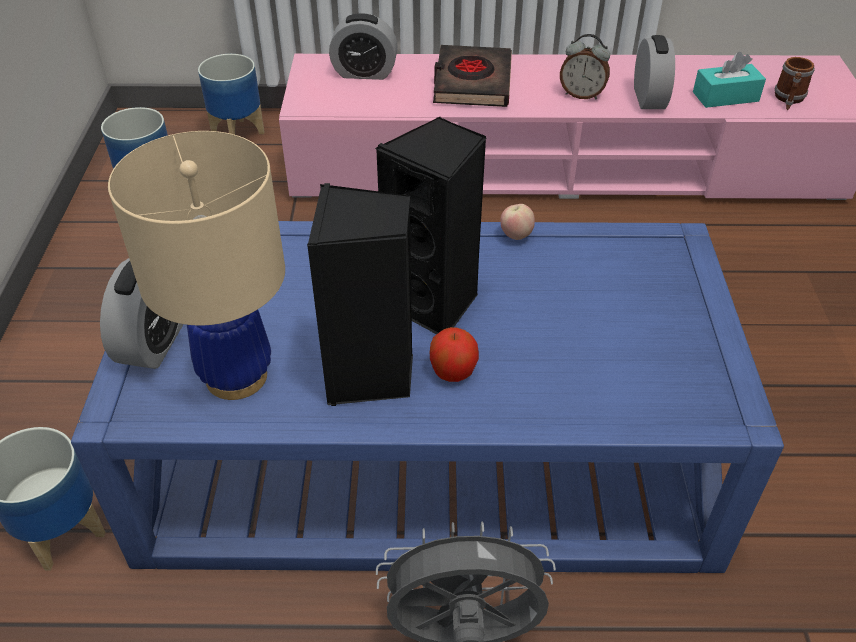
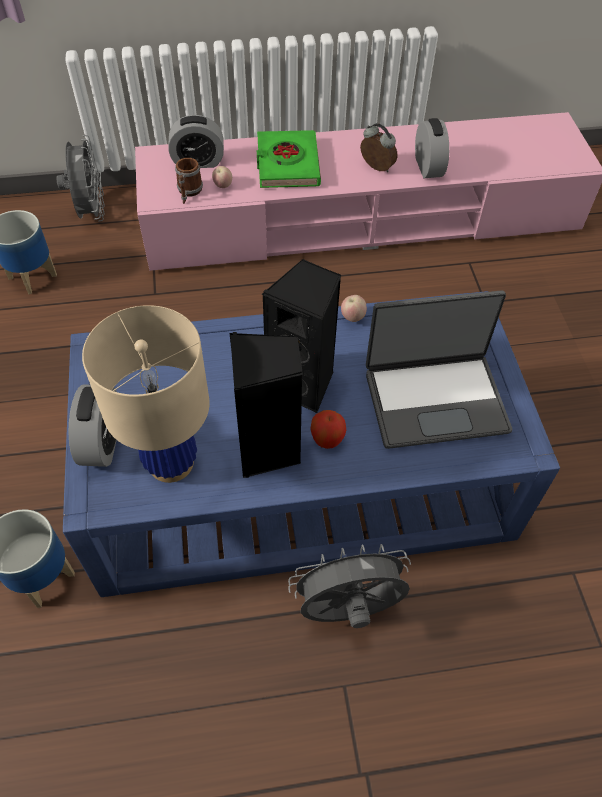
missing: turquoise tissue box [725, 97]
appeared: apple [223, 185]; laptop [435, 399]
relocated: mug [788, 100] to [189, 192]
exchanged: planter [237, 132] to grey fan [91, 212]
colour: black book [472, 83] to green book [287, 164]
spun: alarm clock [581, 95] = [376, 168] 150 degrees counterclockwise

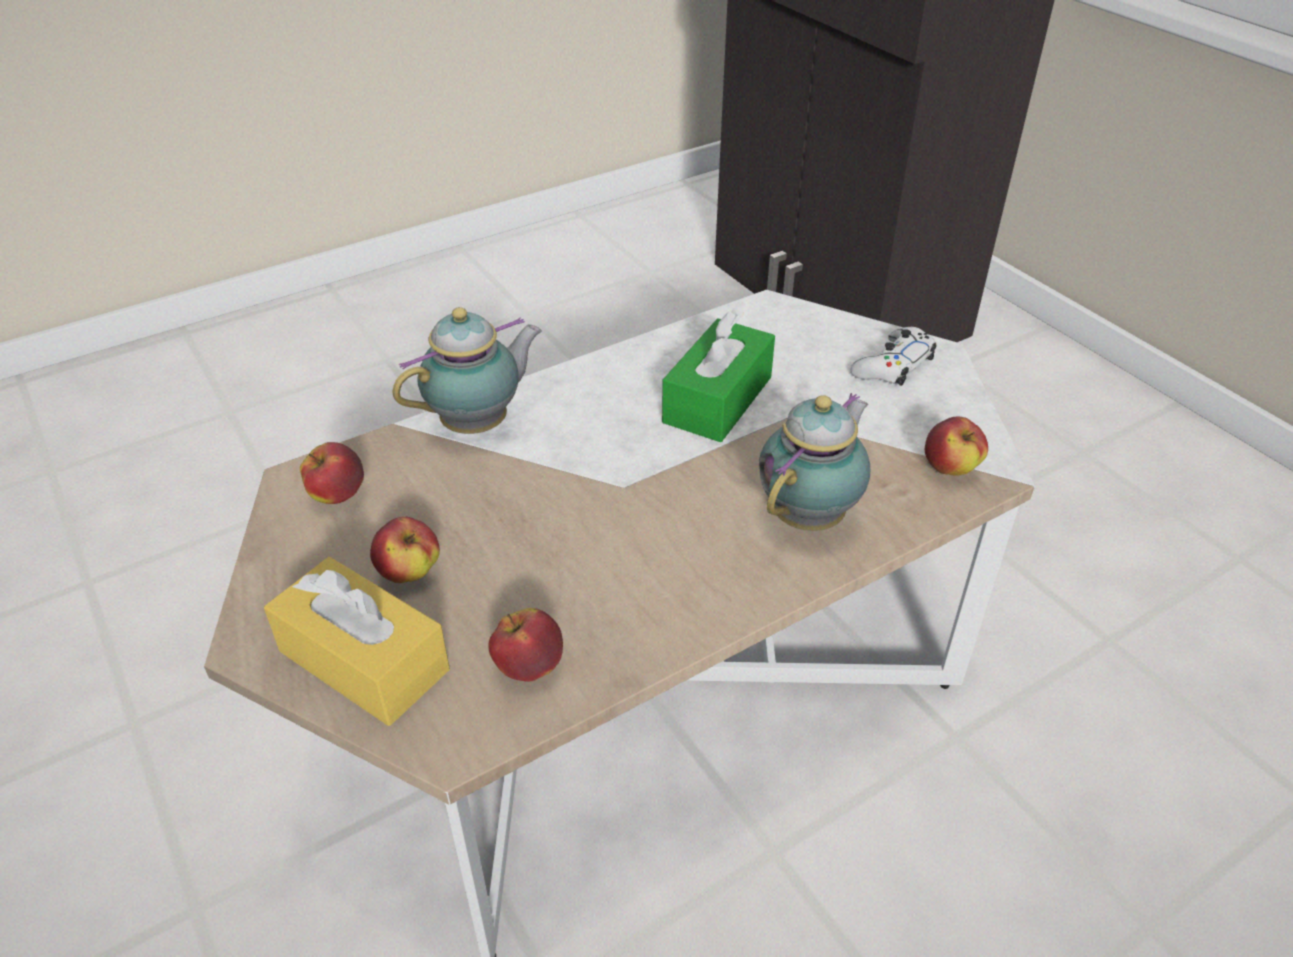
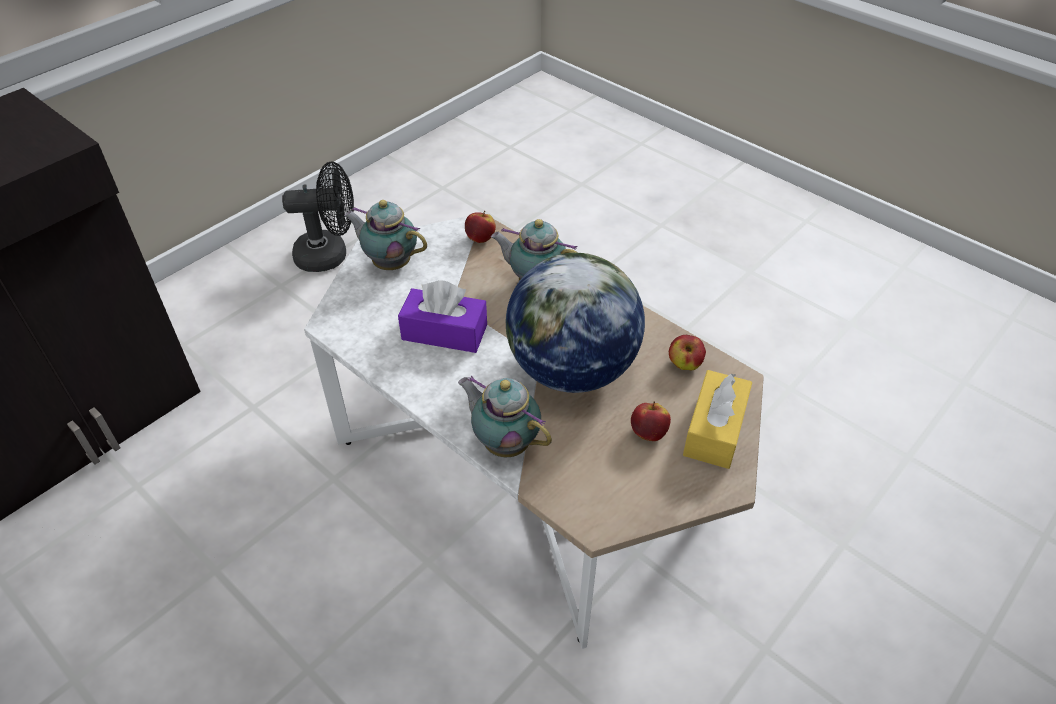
missing: apple [337, 495]
appeared: black fan [330, 255]; globe [571, 370]
exchanged: white game controller [893, 366] to teapot [390, 263]
colour: green tissue box [717, 400] to purple tissue box [444, 332]

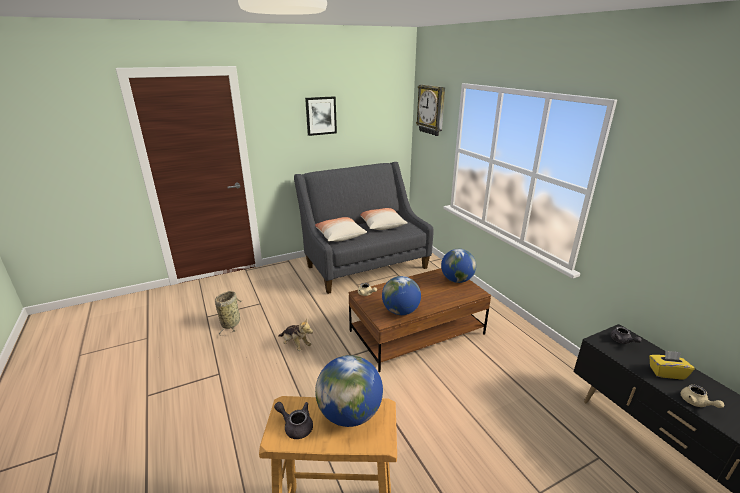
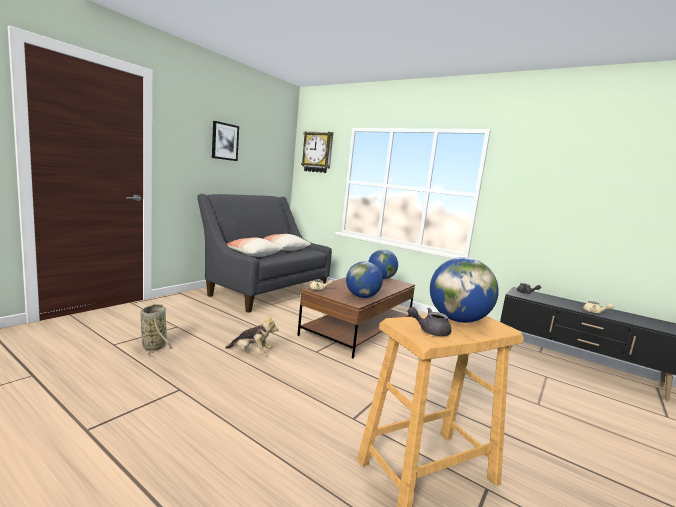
missing: yellow tissue box [666, 372]

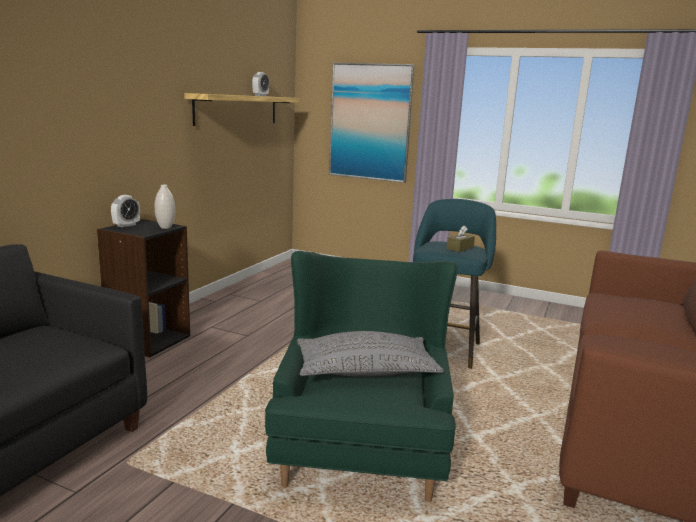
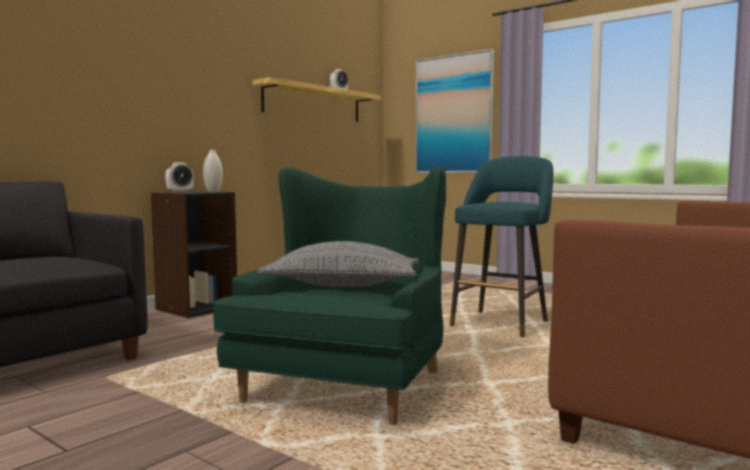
missing: brown tissue box [460, 248]

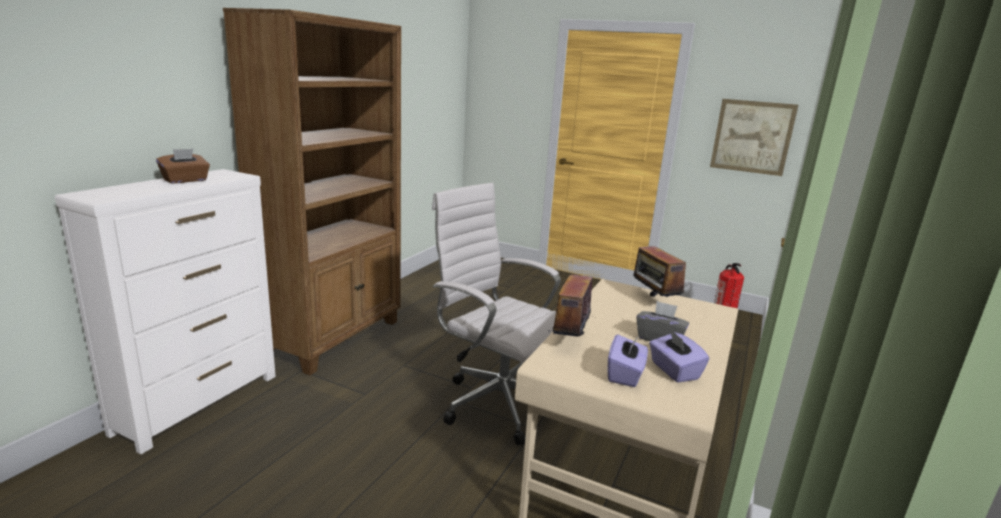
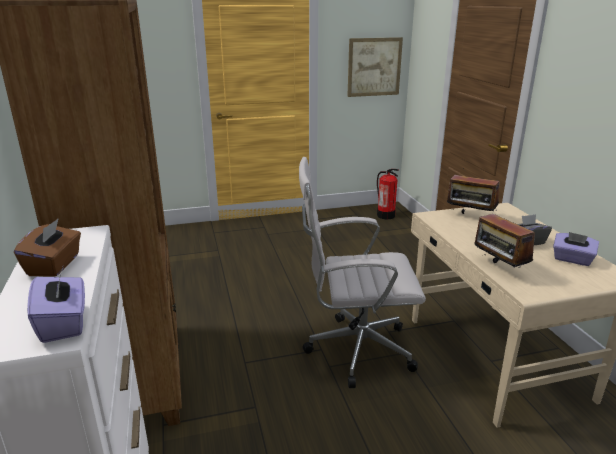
relocated: purple tissue box [625, 374] to [64, 323]

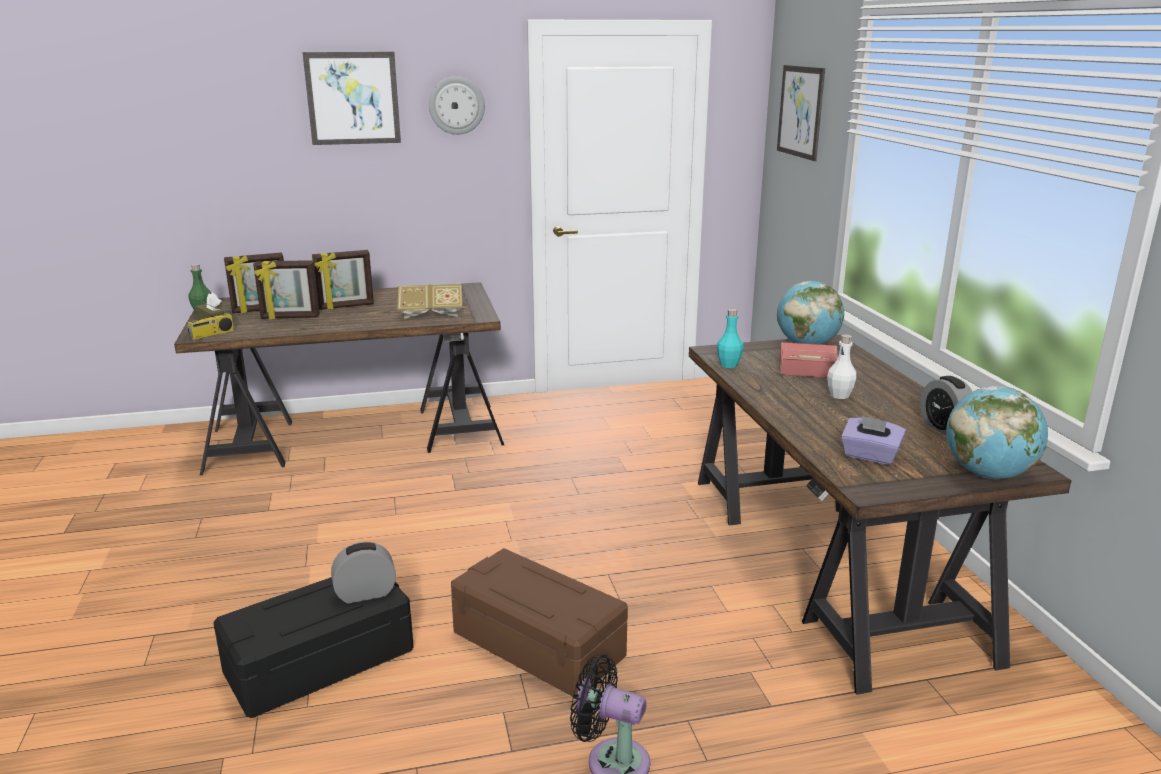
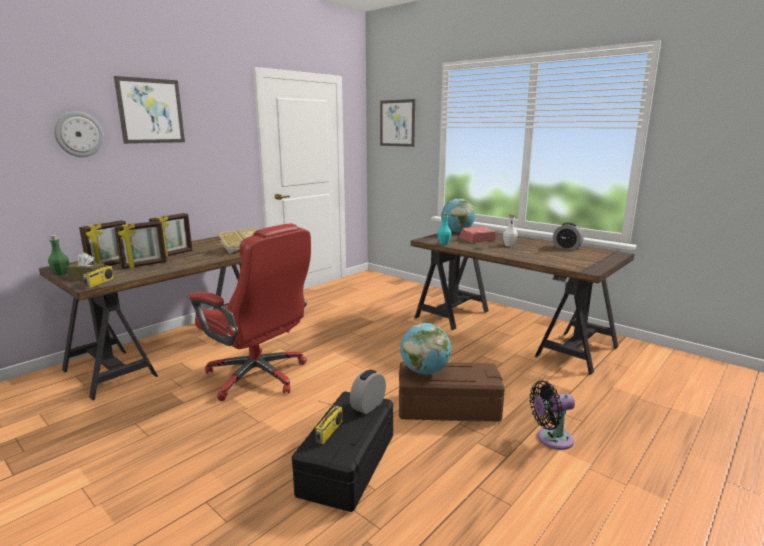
missing: purple tissue box [870, 456]
appeared: red office chair [258, 376]; radio [329, 432]
relocated: wall clock [456, 105] to [79, 134]; globe [988, 474] to [425, 371]

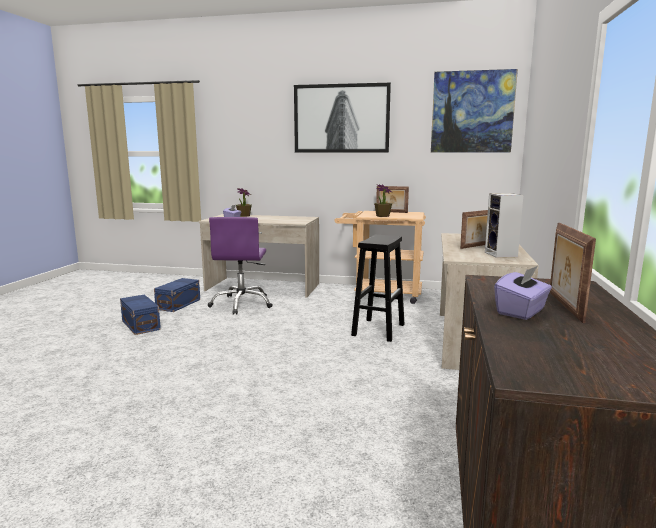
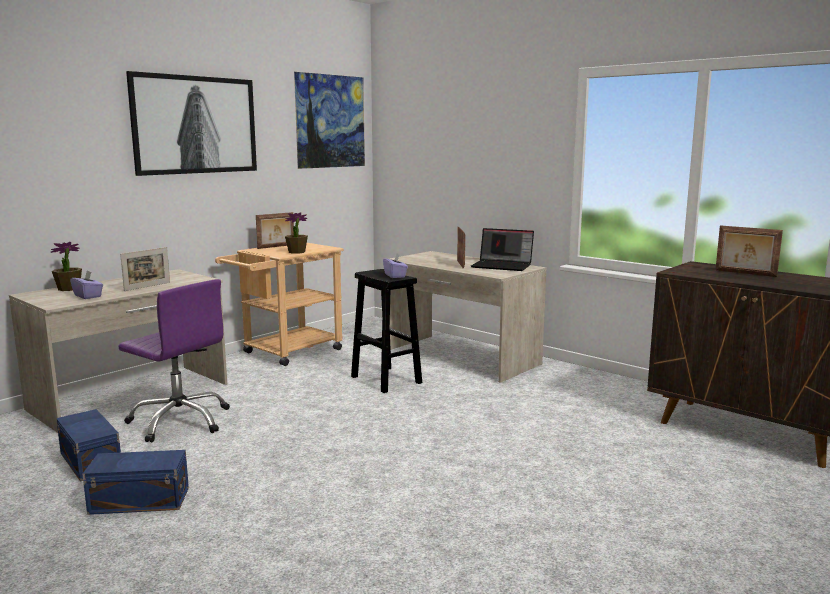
appeared: picture frame [147, 286]
relocated: purple tissue box [521, 312] to [395, 275]
exchanged: speaker [502, 255] to laptop [503, 266]

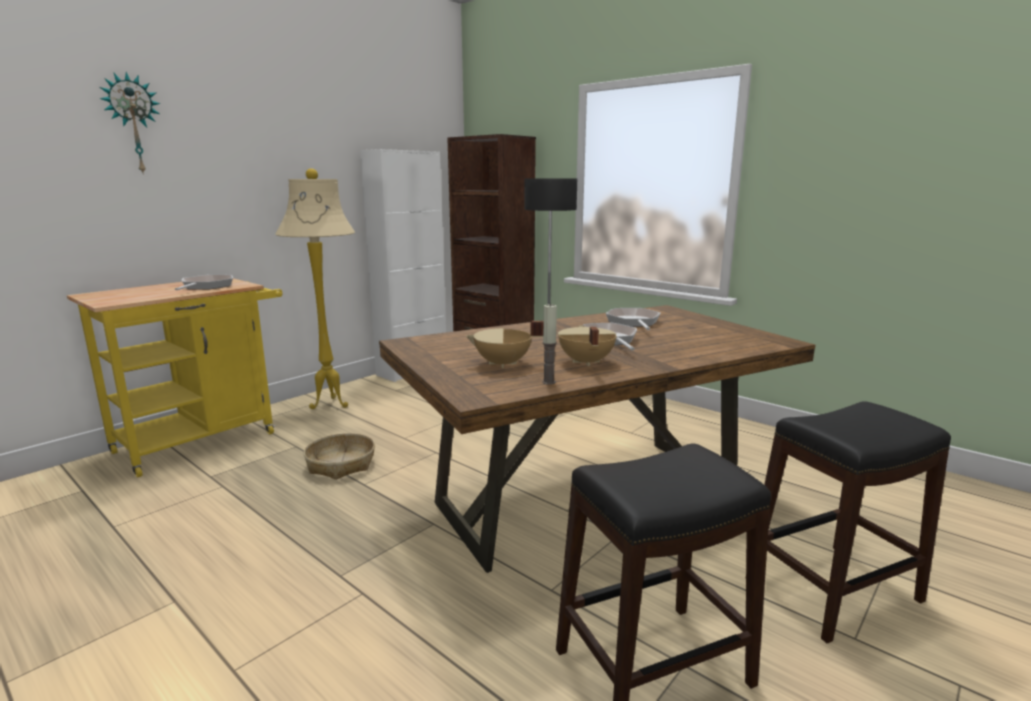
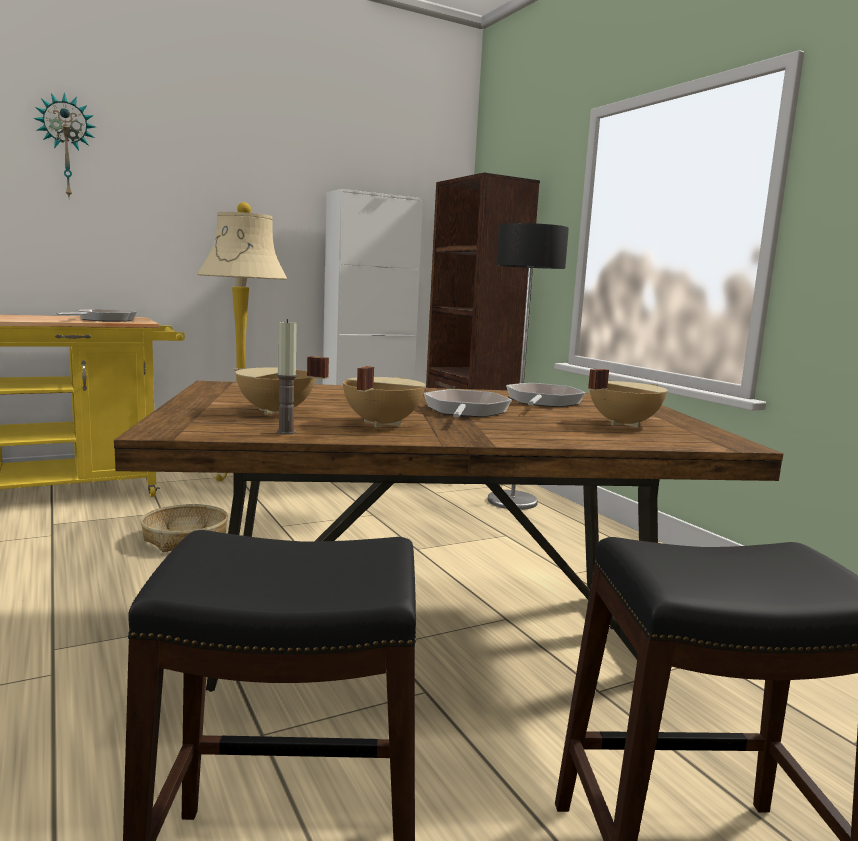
appeared: beige cooking pot [622, 424]

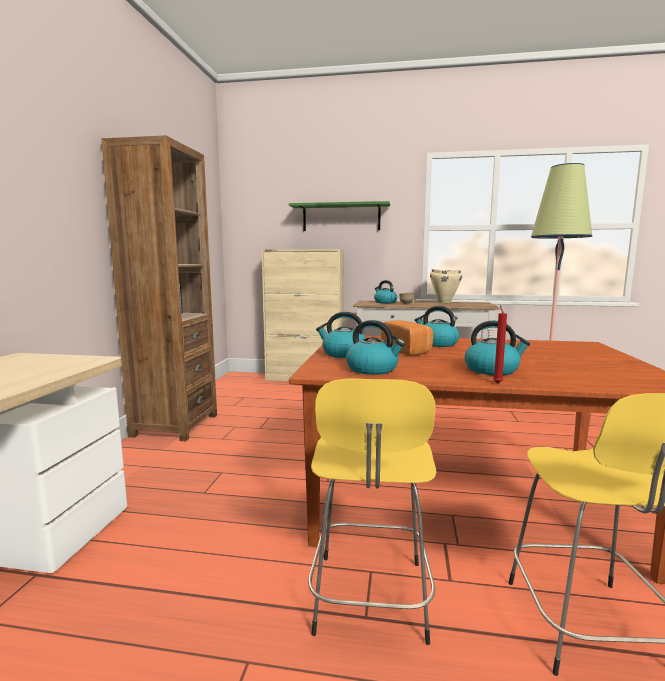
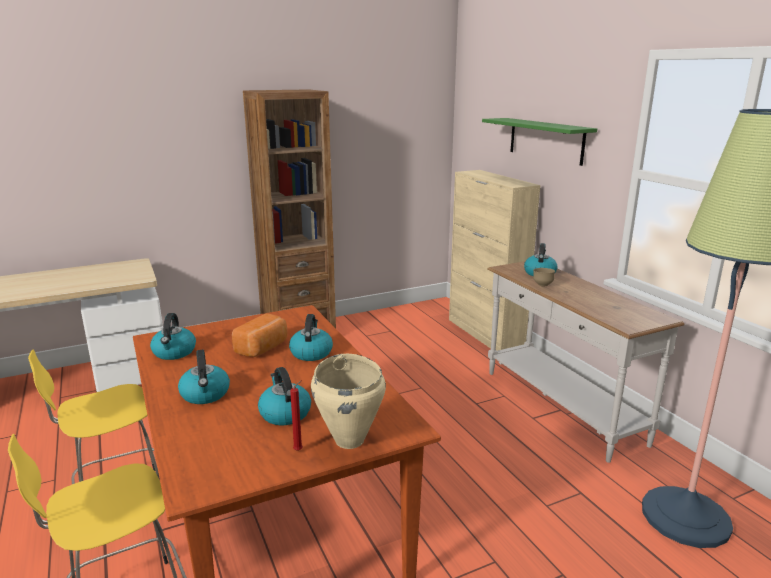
relocated: kettle [343, 354] to [284, 413]; beige cooking pot [444, 302] to [350, 440]; red candle [497, 383] to [299, 450]

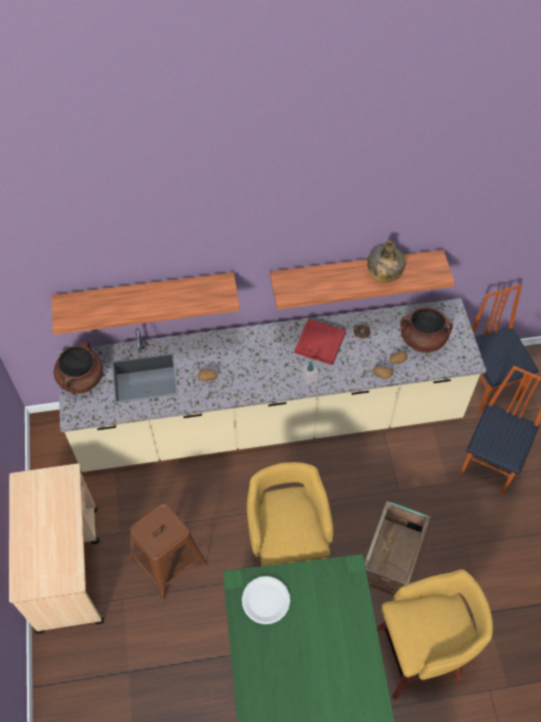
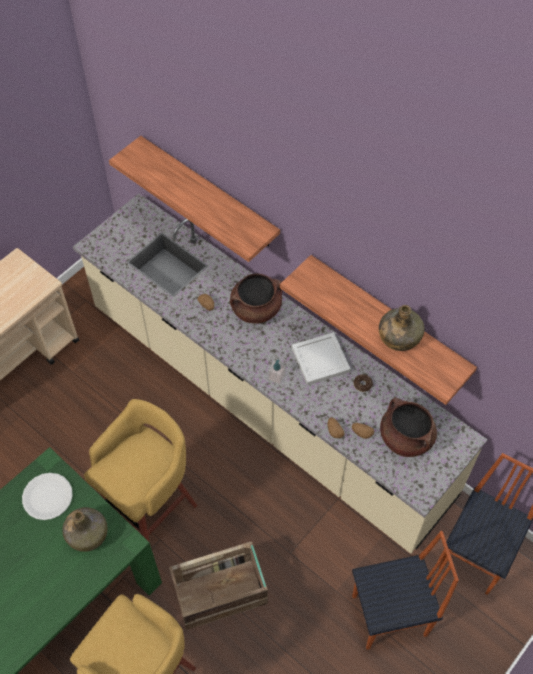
missing: brown stool [168, 561]
appeared: green bottle [88, 534]
relocated: brown cooking pot [81, 378] to [256, 309]
colour: red tray [319, 342] to white tray [321, 359]

